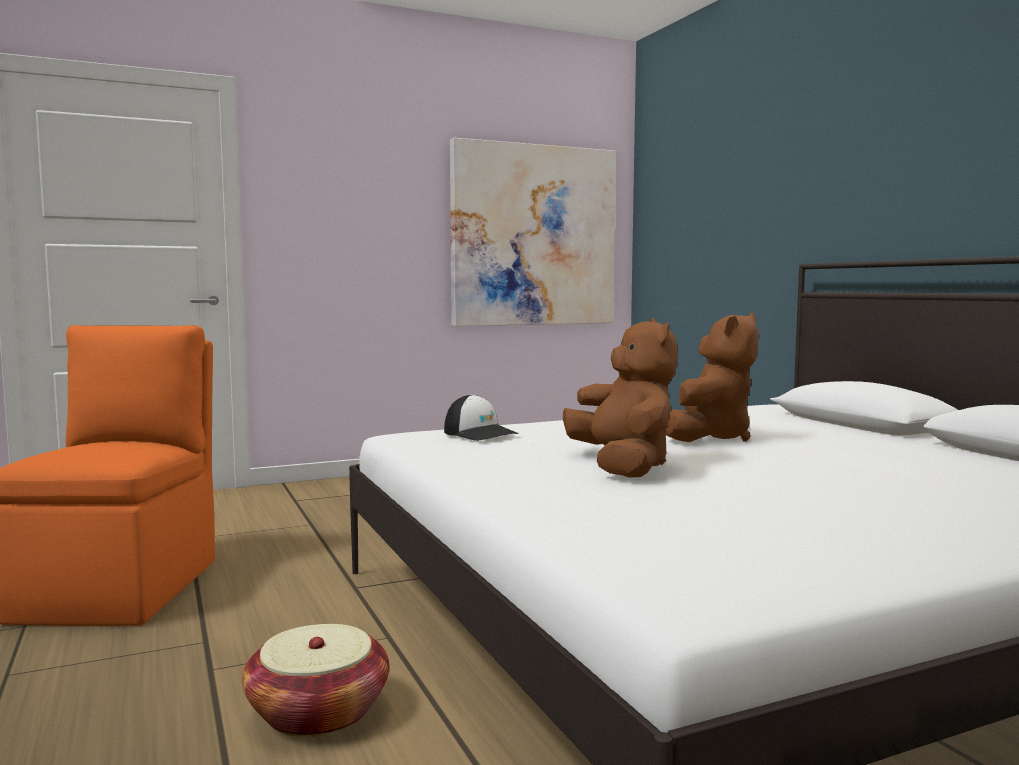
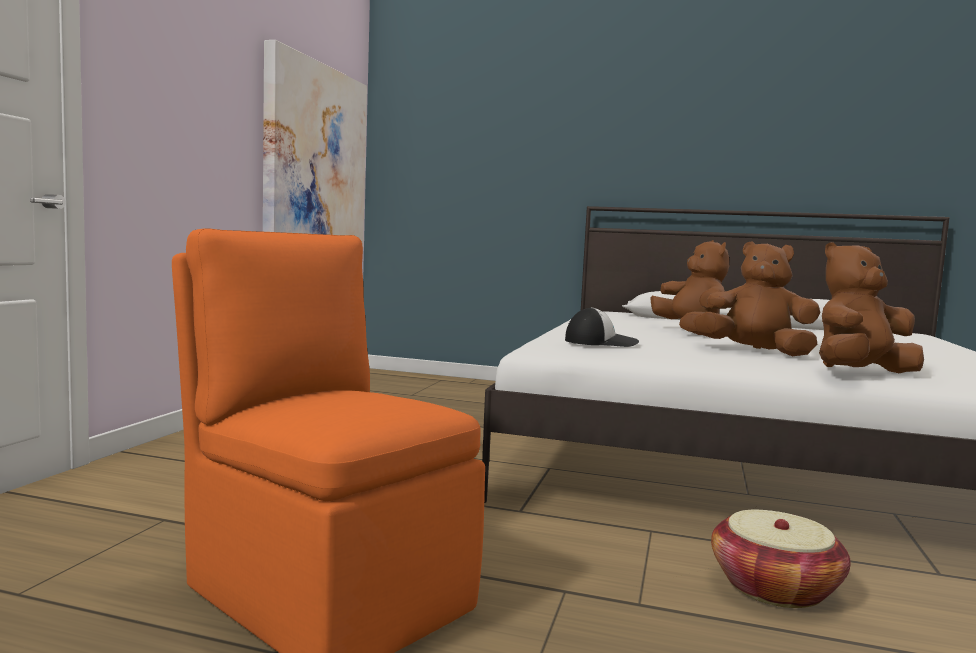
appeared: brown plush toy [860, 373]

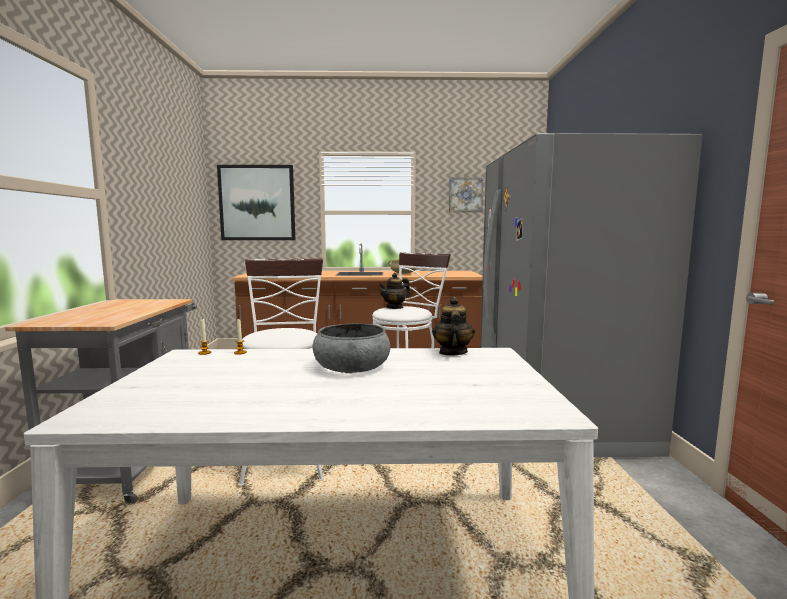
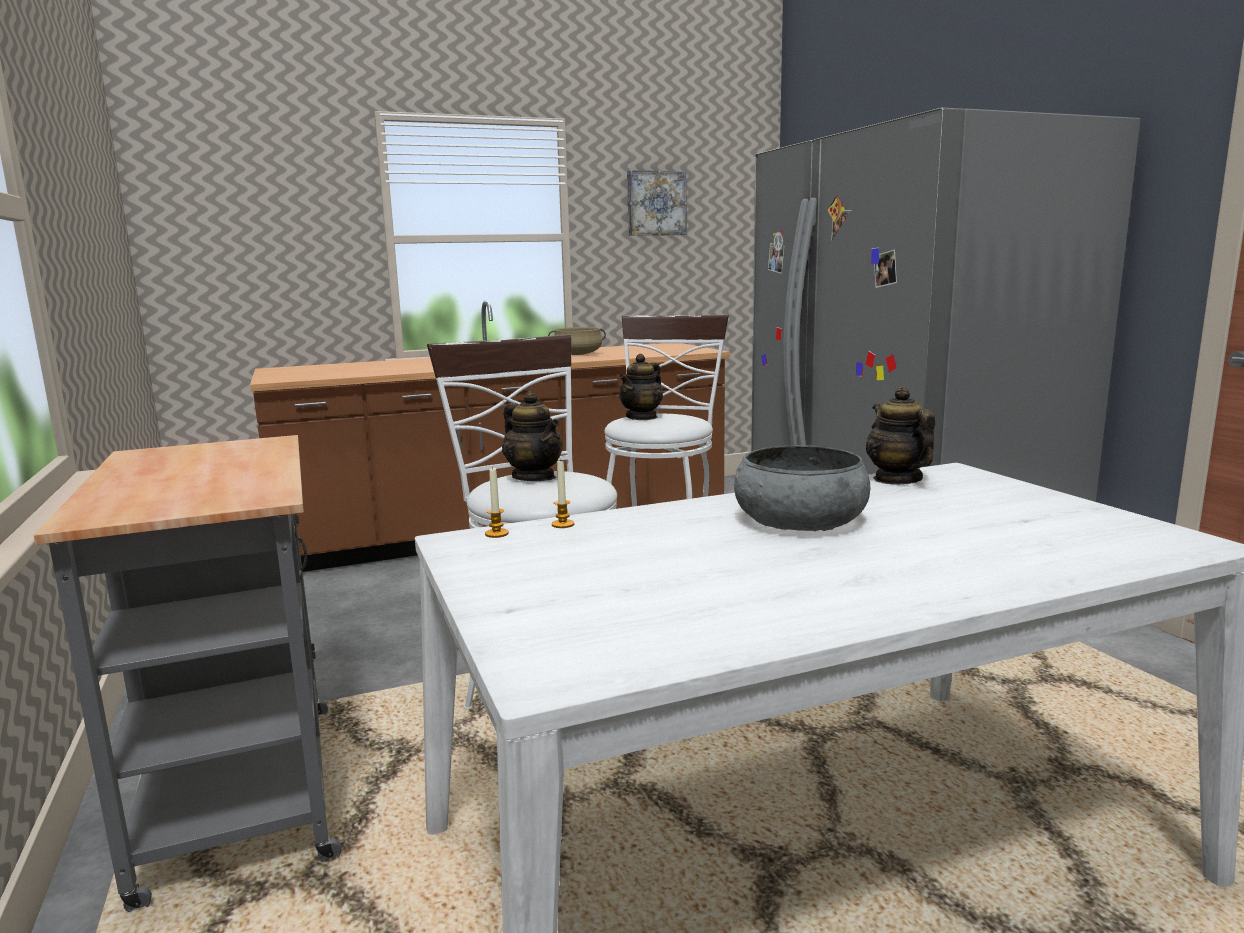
missing: picture [257, 203]
appeared: teapot [534, 477]

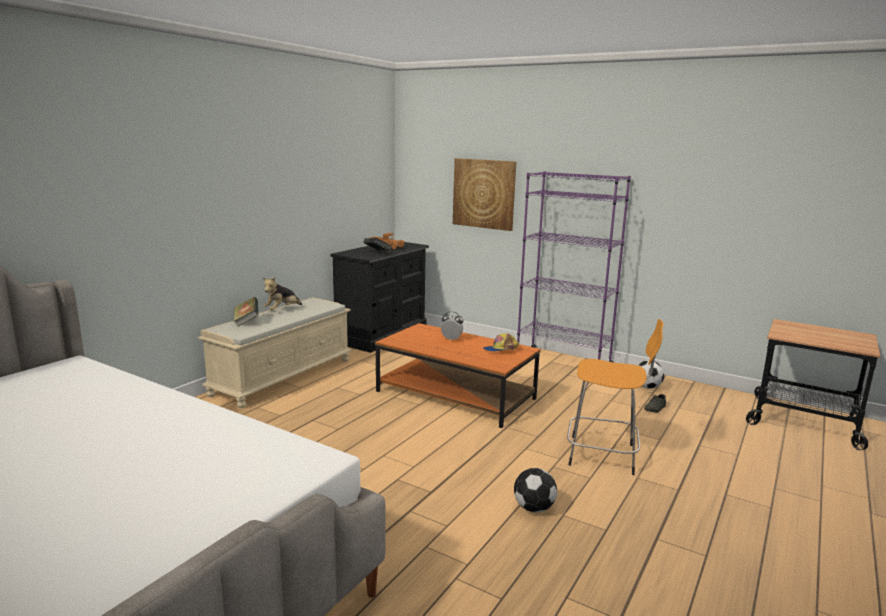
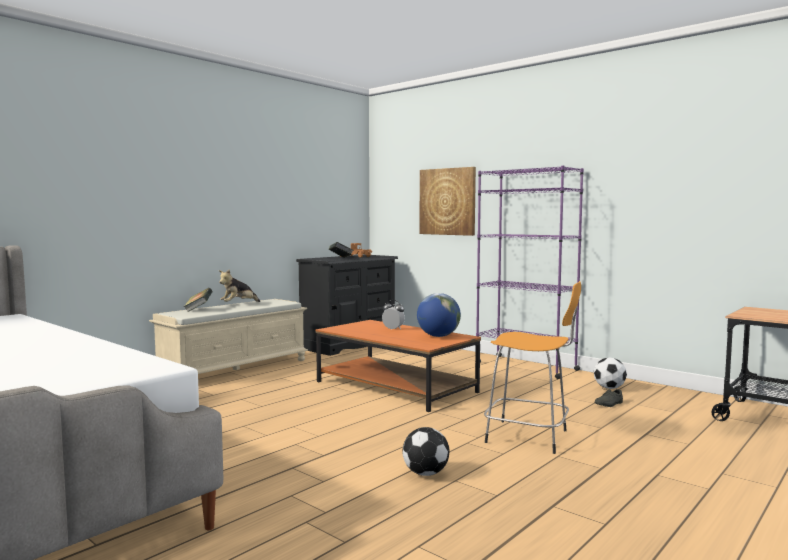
exchanged: cap [501, 349] to globe [438, 336]

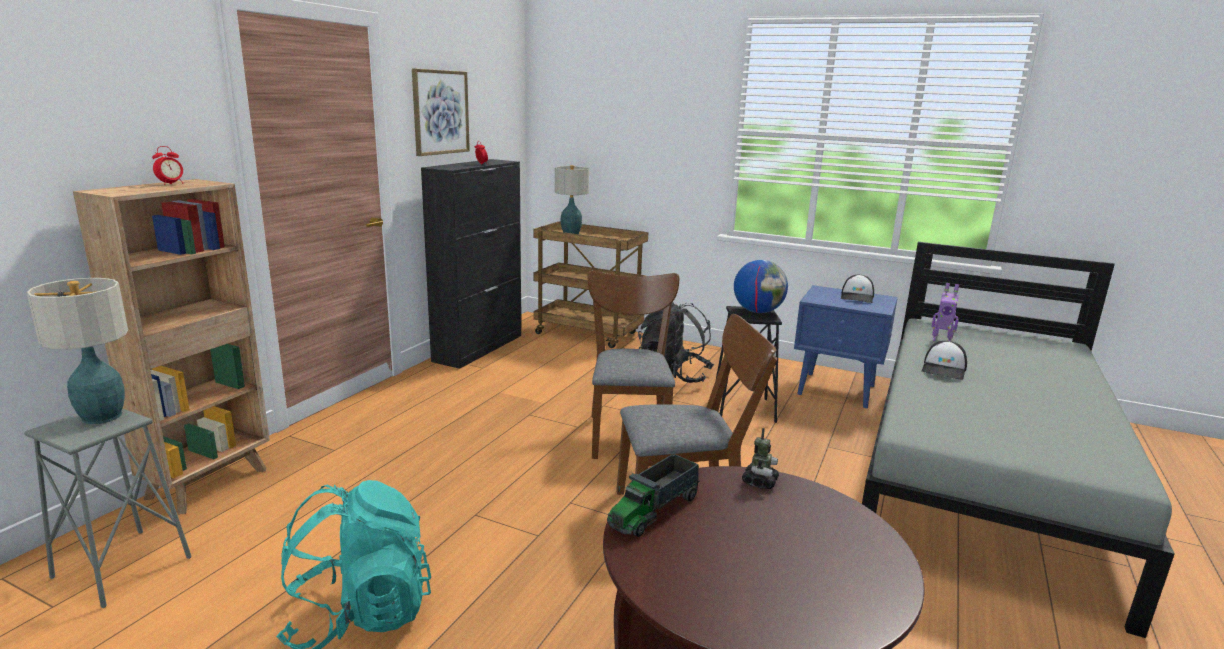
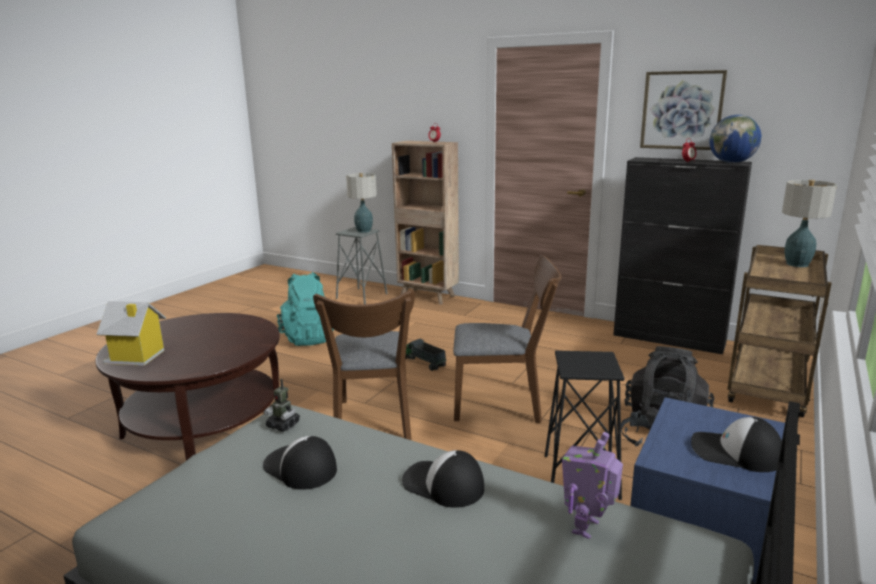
appeared: toy house [136, 357]; cap [300, 468]
relocated: toy truck [654, 511] to [423, 362]; globe [758, 311] to [732, 162]; toy robot [759, 482] to [283, 425]

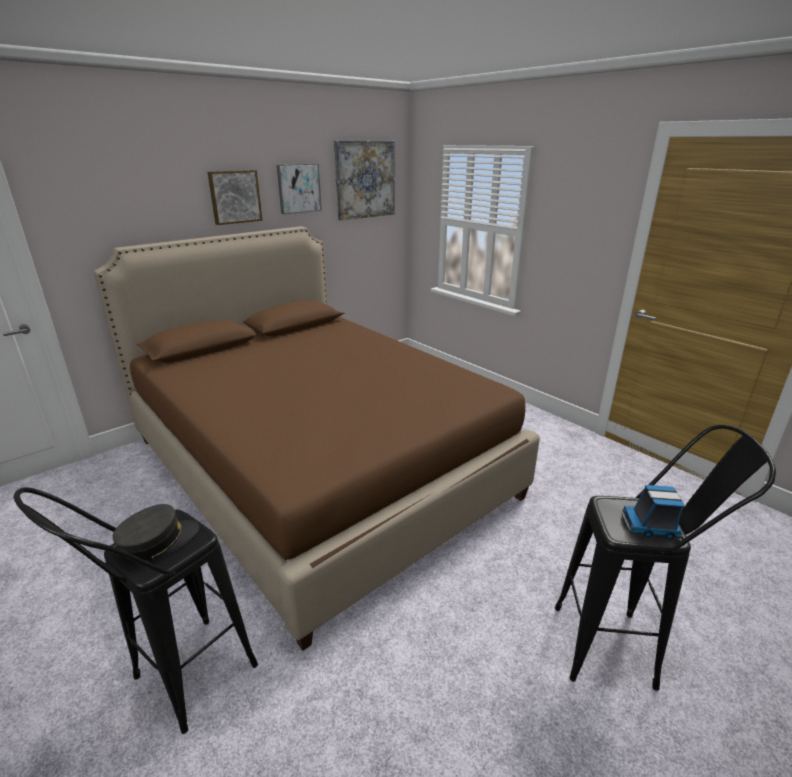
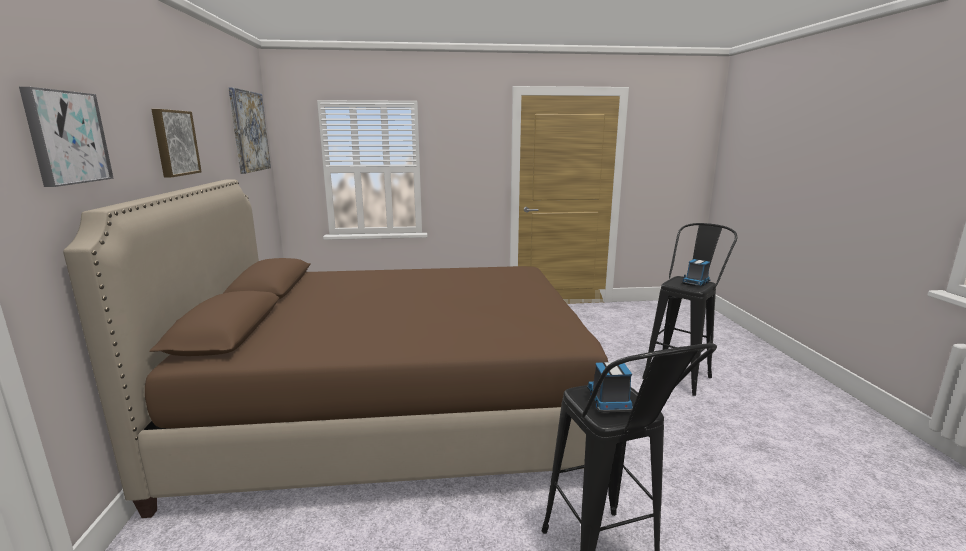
relocated: picture [298, 188] to [66, 137]
exchanged: grey cap [159, 541] to toy truck [609, 402]

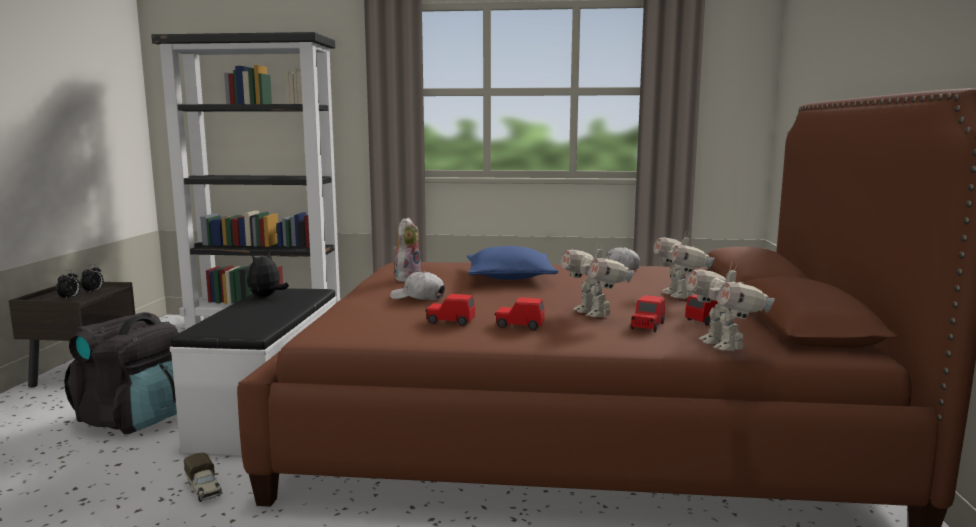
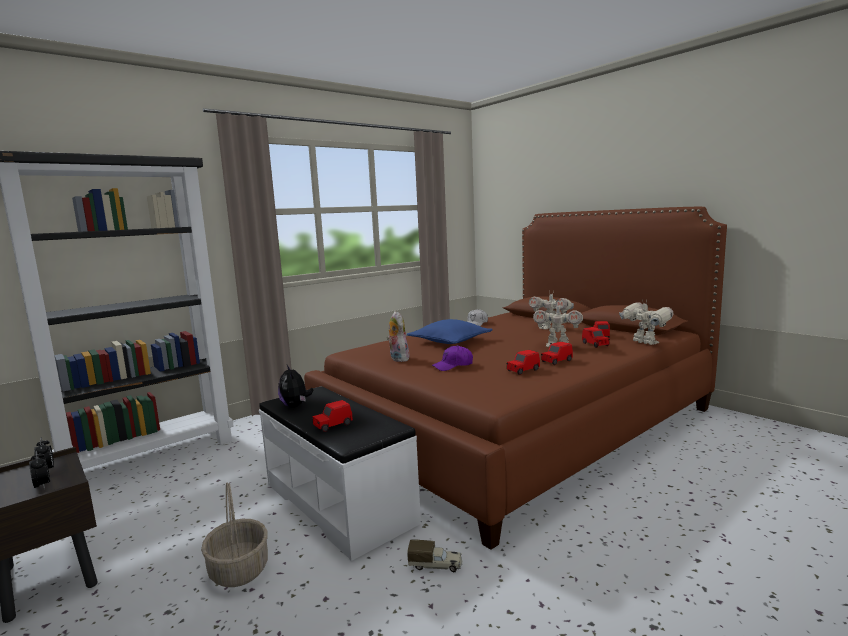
appeared: red toy car [332, 425]
exchanged: black backpack [134, 419] to basket [238, 570]
colour: white cap [418, 297] to purple cap [453, 366]
spun: toy robot [723, 345] = [644, 343] 150 degrees counterclockwise

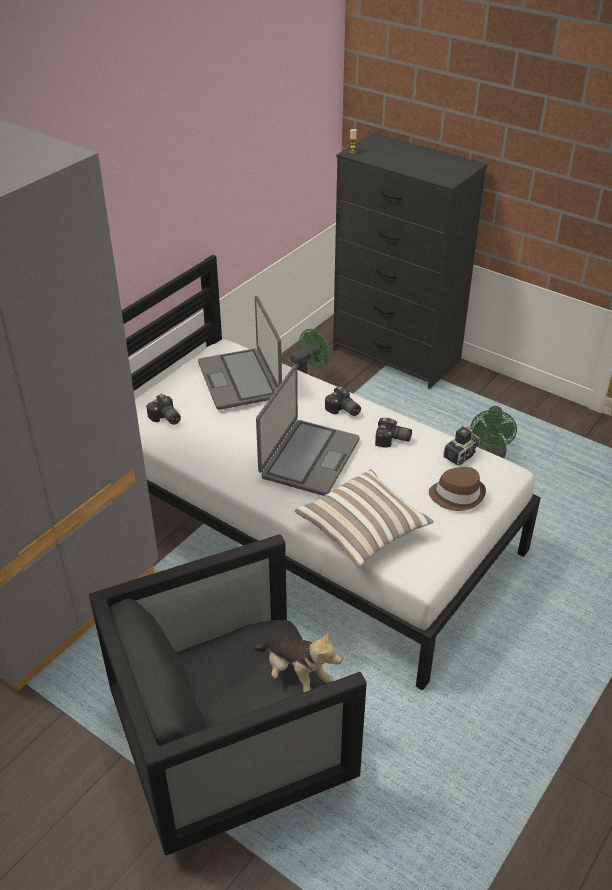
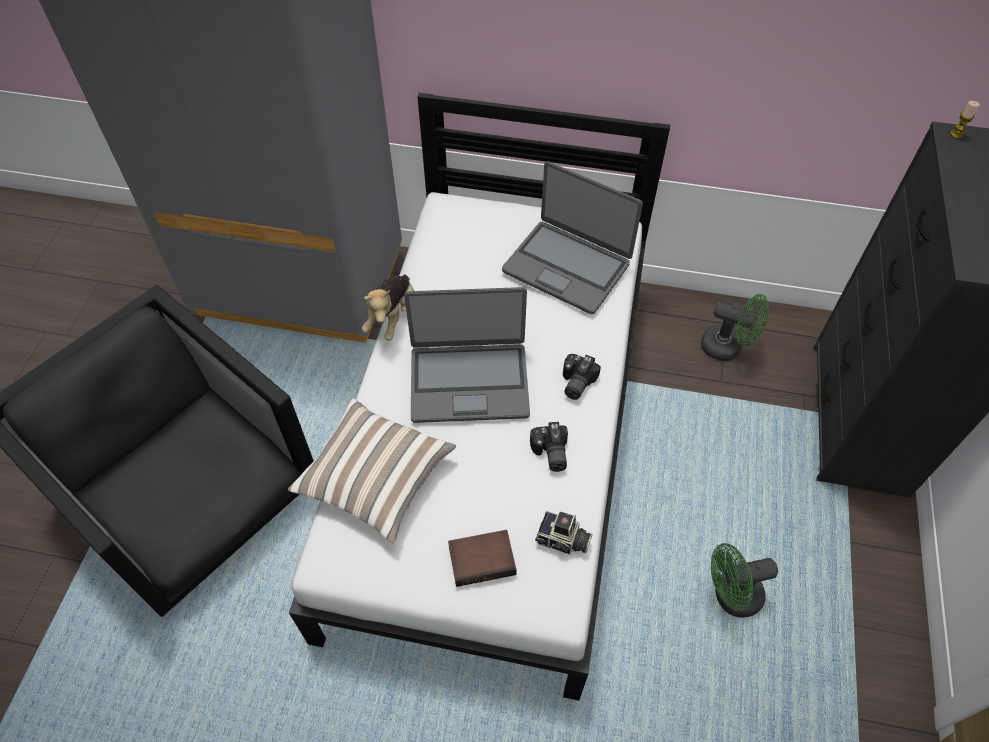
missing: photo camera [165, 418]
relocated: plush toy [296, 675] to [392, 316]
exchanged: brown hat [457, 495] to book [482, 559]
spun: laptop [240, 380] = [567, 266] 105 degrees counterclockwise

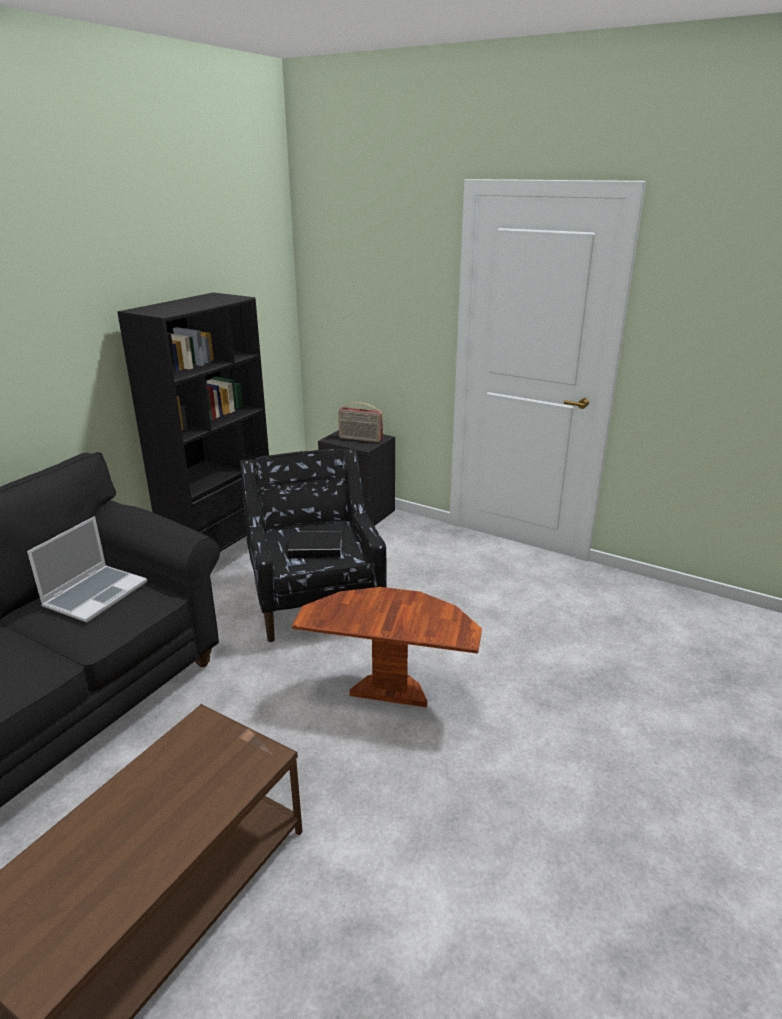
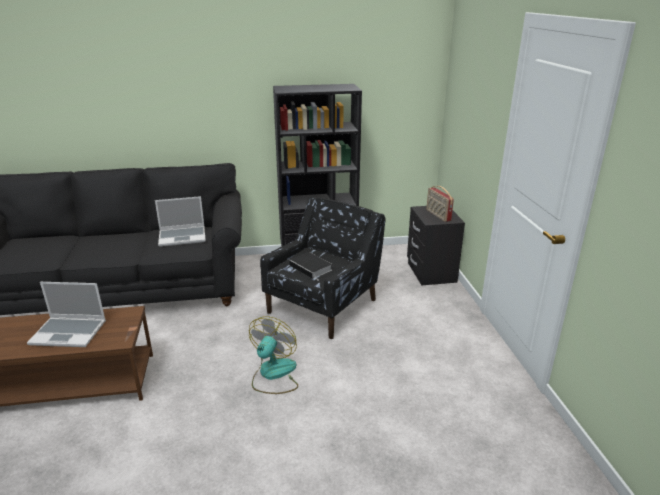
appeared: laptop [70, 332]
exchanged: brown side table [390, 692] to fan [273, 375]

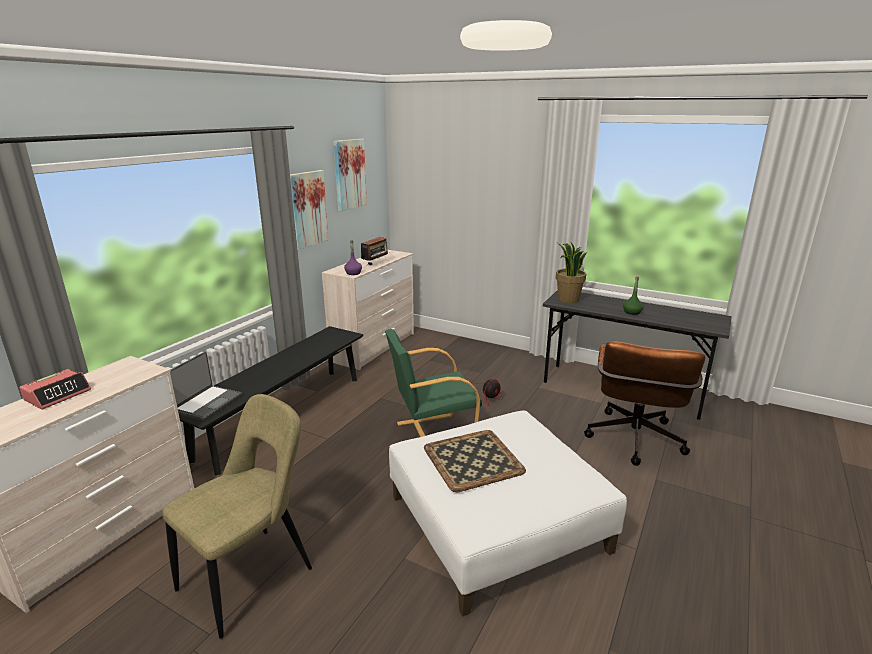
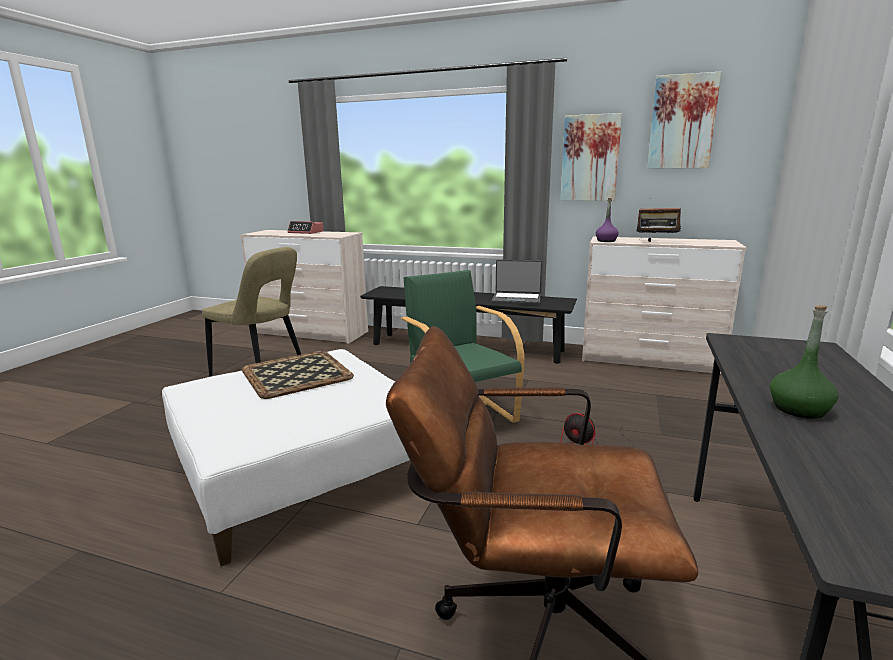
missing: potted plant [567, 299]
relocated: laptop [207, 403] to [516, 299]

